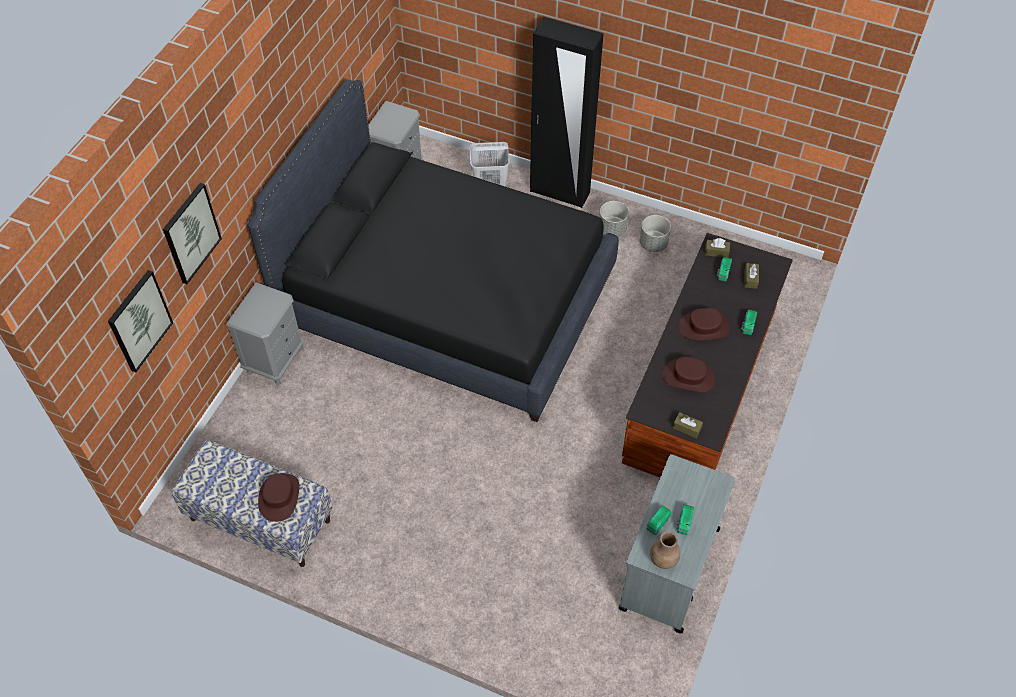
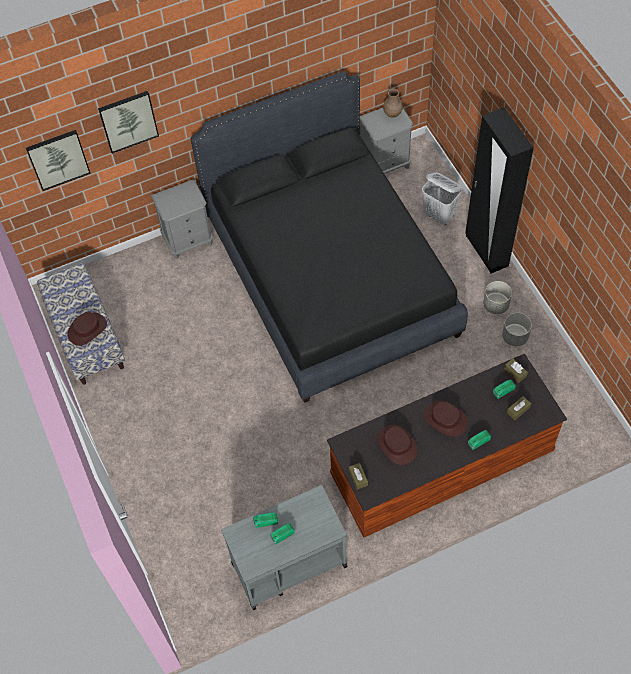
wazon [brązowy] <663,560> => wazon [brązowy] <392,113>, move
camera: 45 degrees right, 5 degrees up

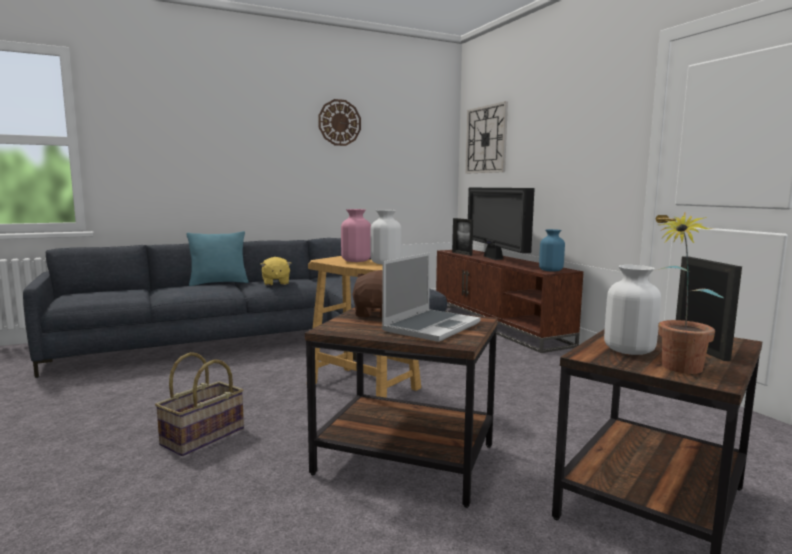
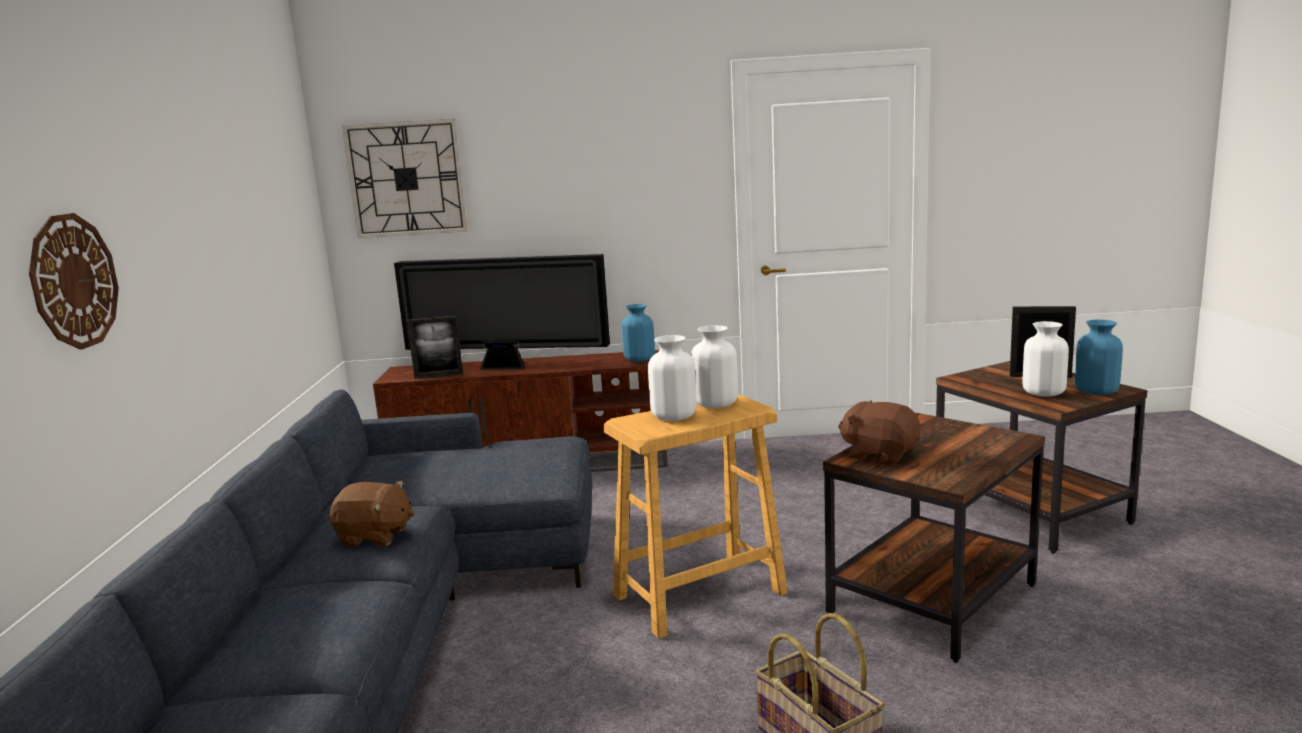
zegar ścienny <339,122> => zegar ścienny <74,281>, move
wazon [różowy] <356,261> => wazon [biały] <674,416>
roślina doniczkowa <677,370> => wazon [niebieski] <1096,392>
poduszka [turkusowy] <219,283> => nothing
laptop <431,326> => nothing
pluszak [żółty] <275,283> => pluszak [brązowy] <375,536>
camera: 65 degrees left, 5 degrees up

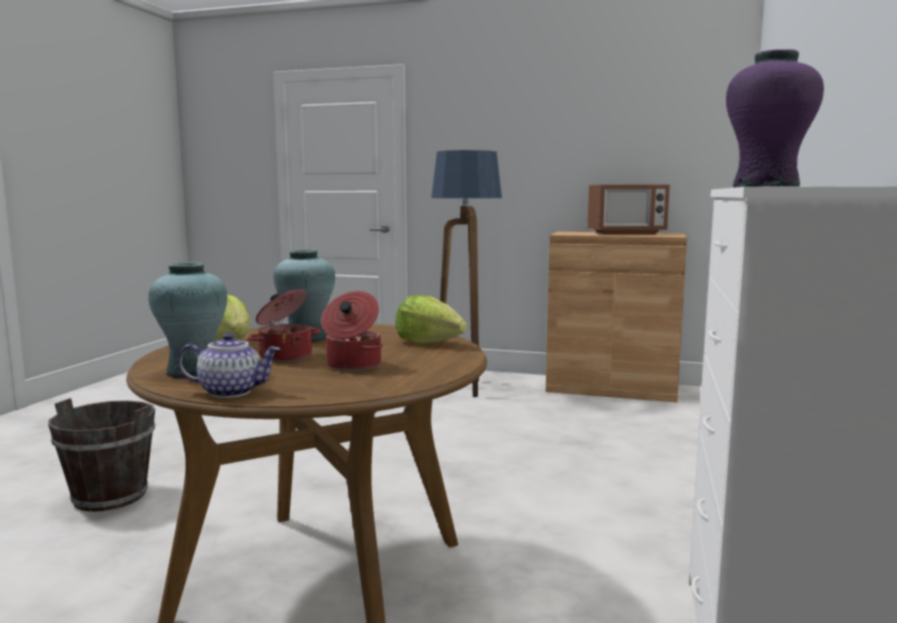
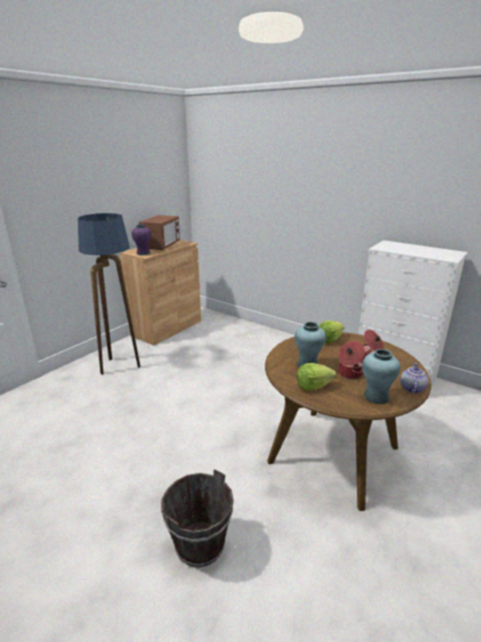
wazon [fioletowy] <765,187> => wazon [fioletowy] <143,253>, move
camera: 70 degrees left, 15 degrees up

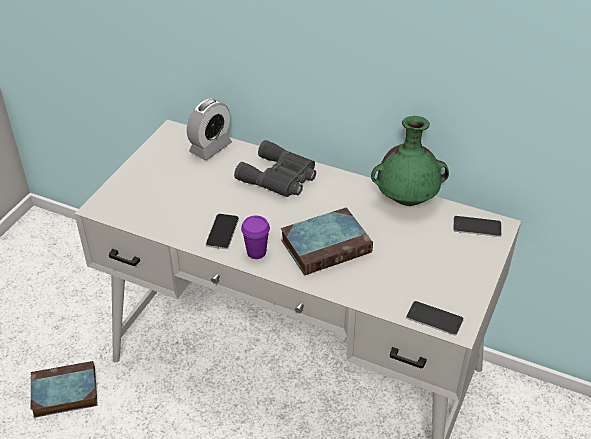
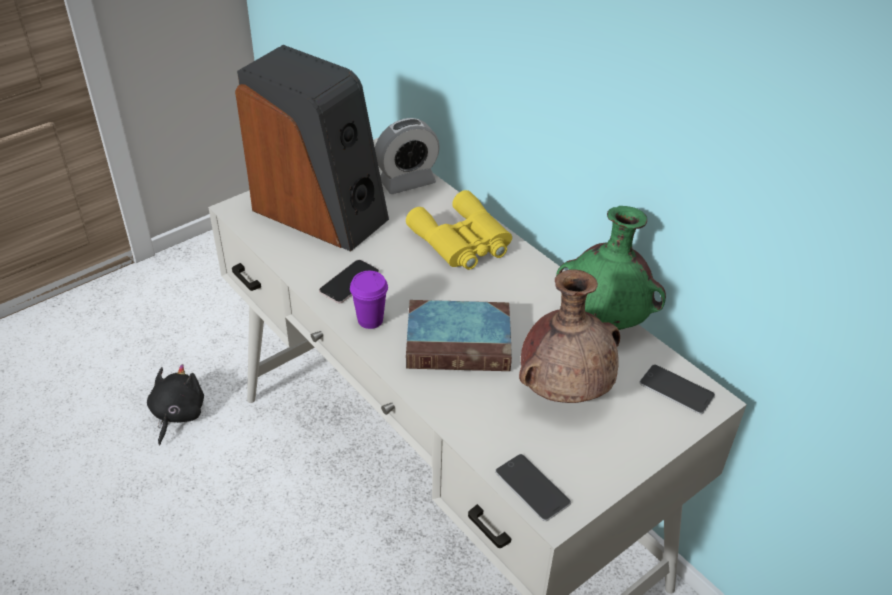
lornetka [szary] <279,177> => lornetka [żółty] <462,241>
książka <63,393> => pluszak [czarny] <177,414>
nothing => głośnik <321,212>
nothing => wazon [brązowy] <565,390>
camera: 25 degrees right, 0 degrees up

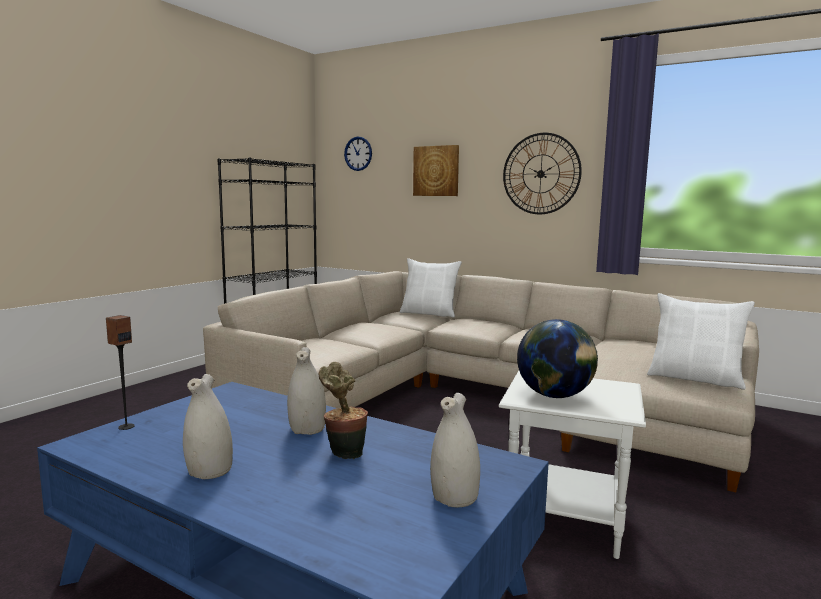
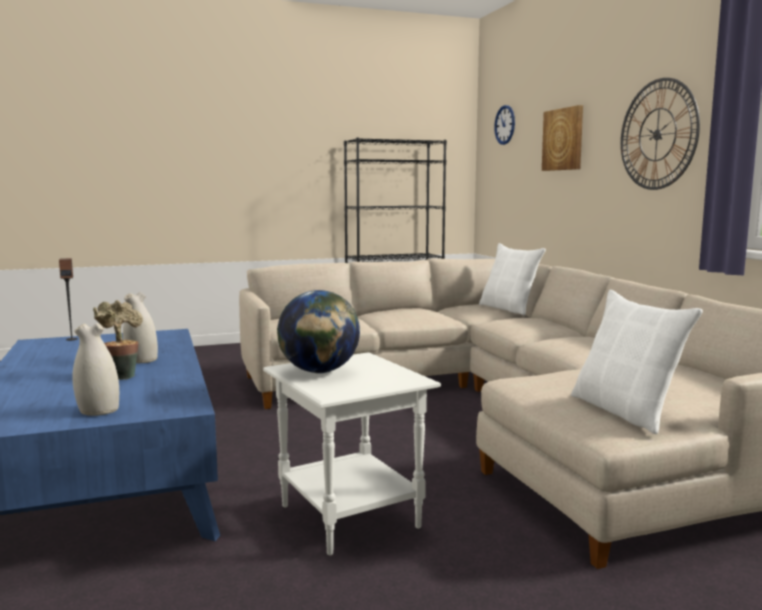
wazon [biały] <209,472> => nothing
camera: 40 degrees right, 0 degrees up

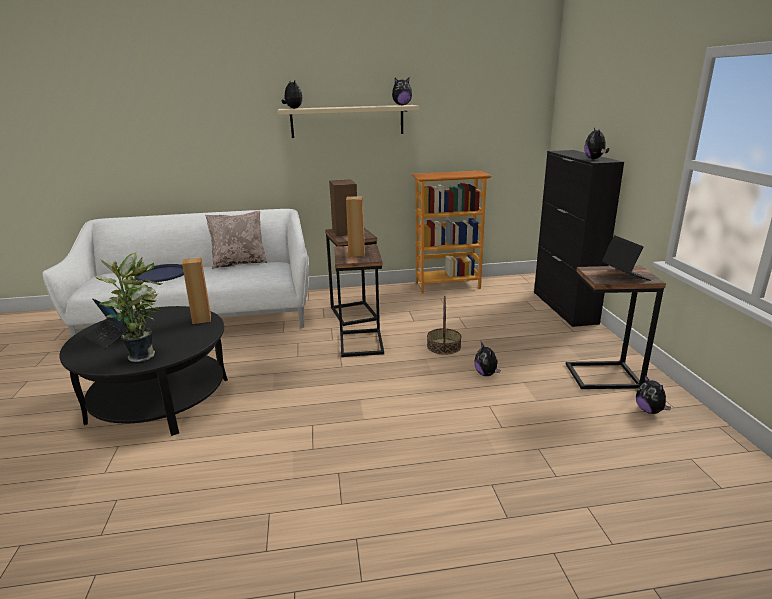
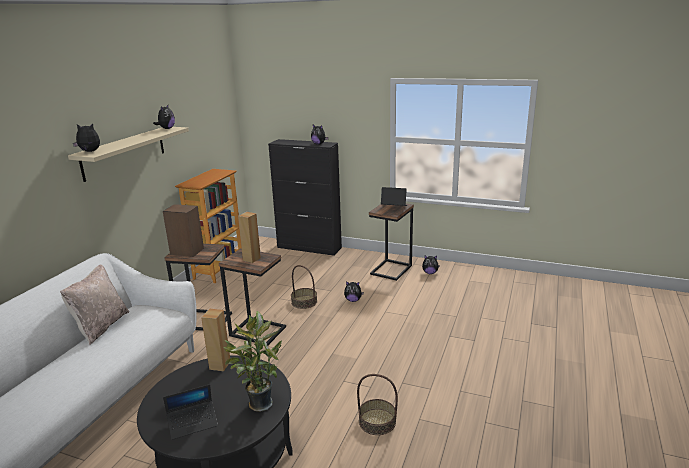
taca [niebieski] <162,274> => nothing
nothing => koszyk <377,422>
camera: 60 degrees left, 0 degrees up

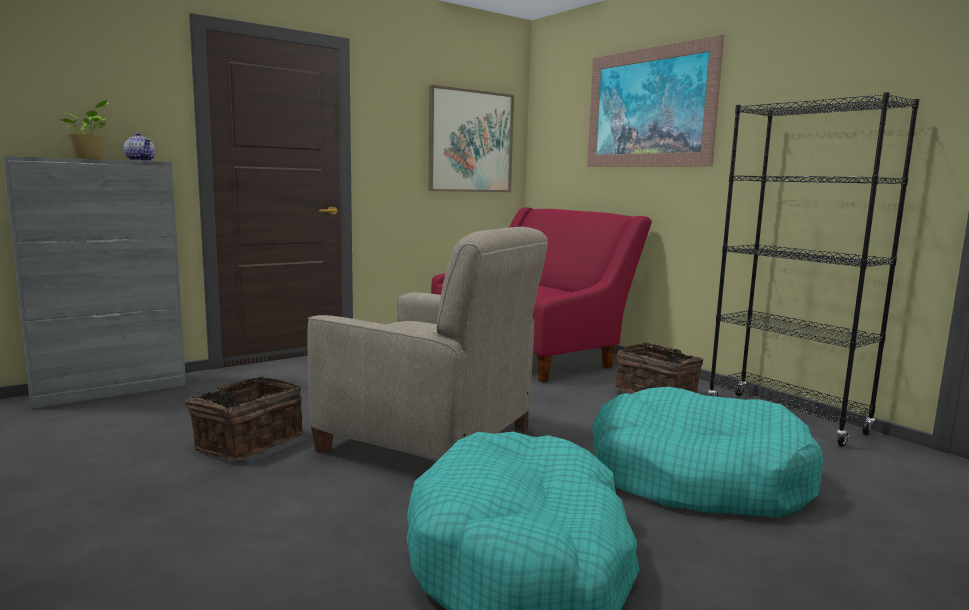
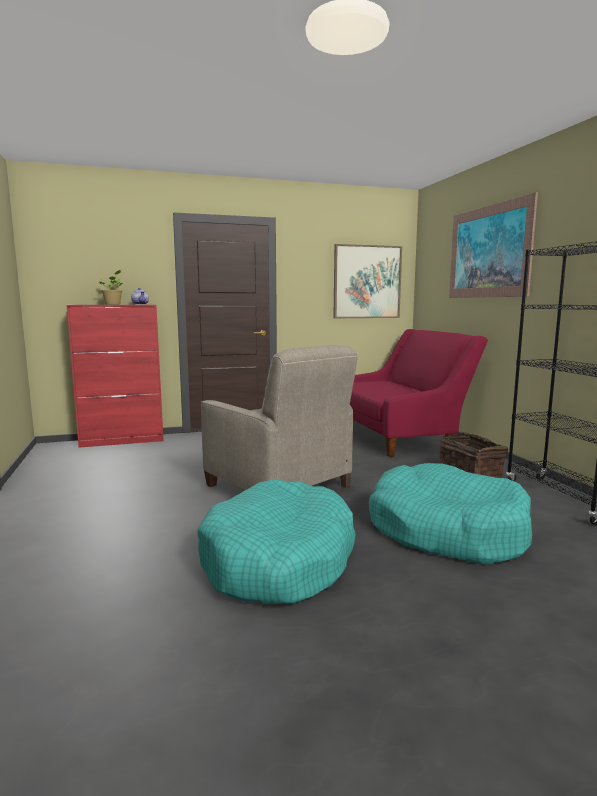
szafka [szary] <111,390> => szafka [czerwony] <123,441>
koszyk <247,442> => nothing
camera: 20 degrees right, 0 degrees up

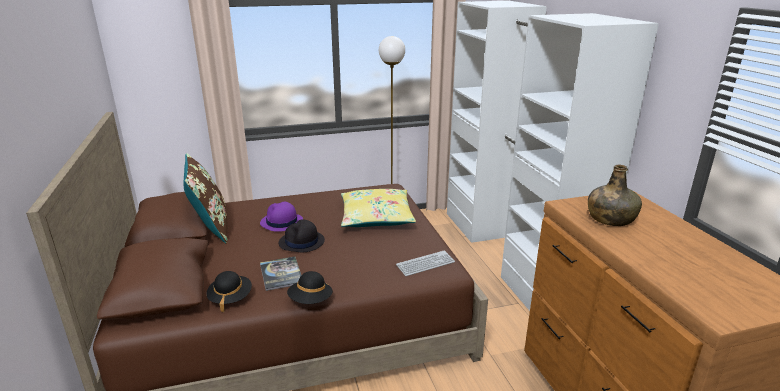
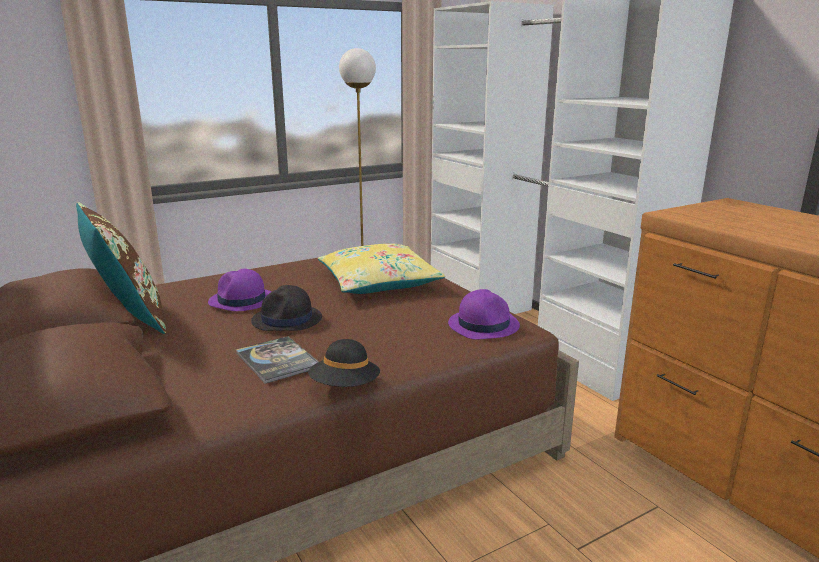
butelka [zielony] <610,219> => nothing
klawiatura <425,264> => kapelusz [fioletowy] <483,325>
kapelusz [czarny] <230,298> => nothing
camera: 15 degrees left, 5 degrees down

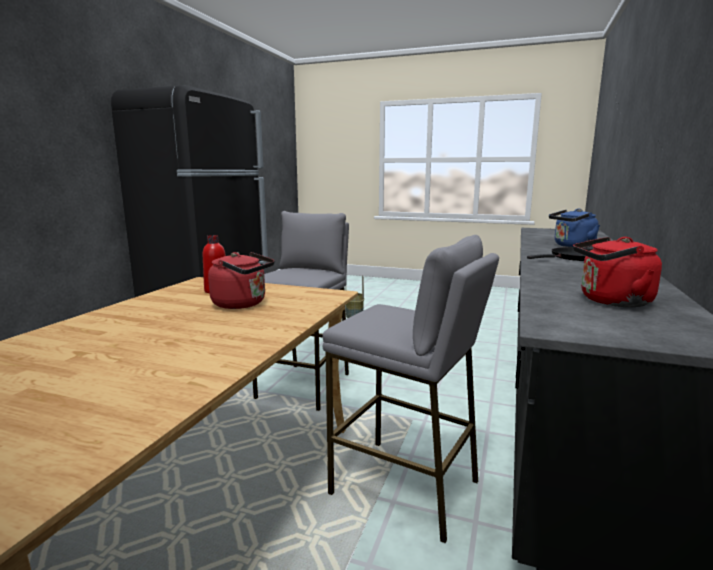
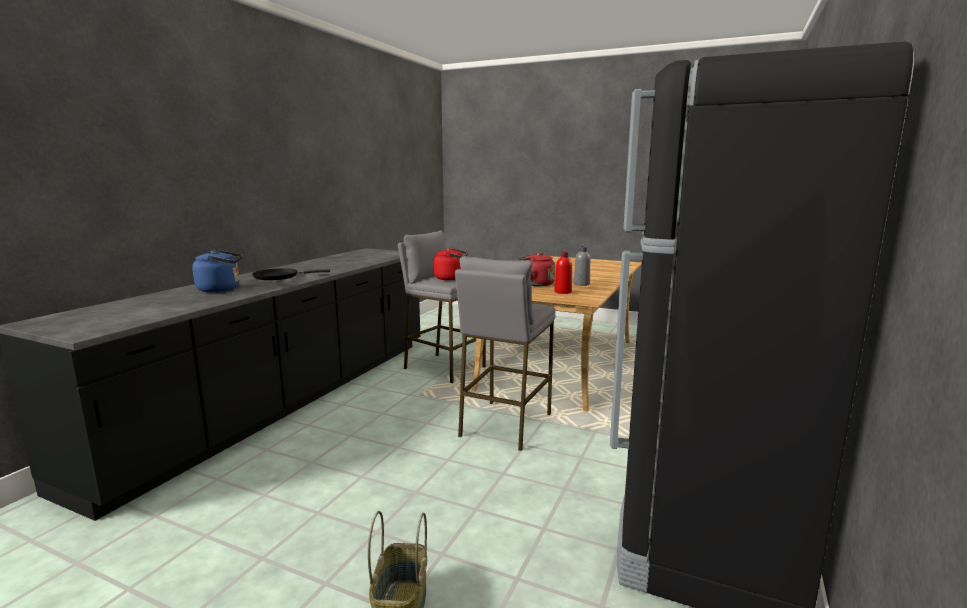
czajnik [czerwony] <611,301> => czajnik [czerwony] <451,278>, move
nothing => butelka [szary] <581,284>
camera: 175 degrees left, 0 degrees up

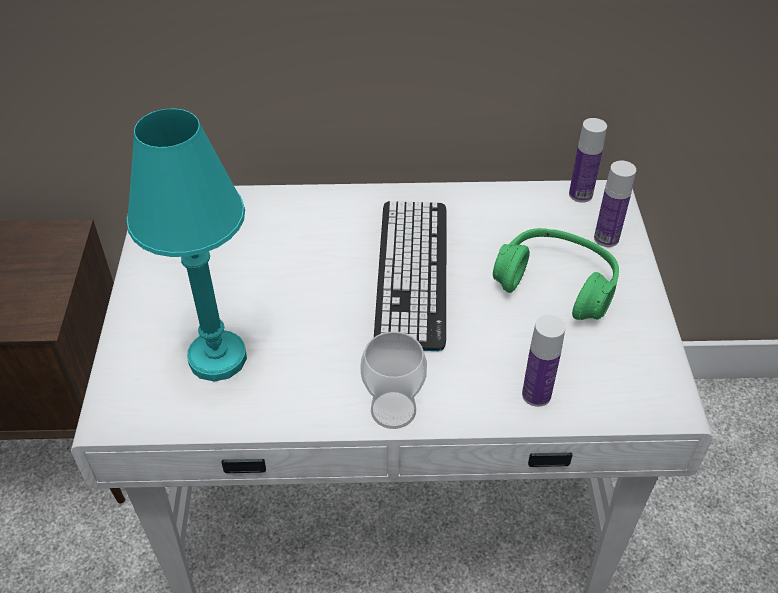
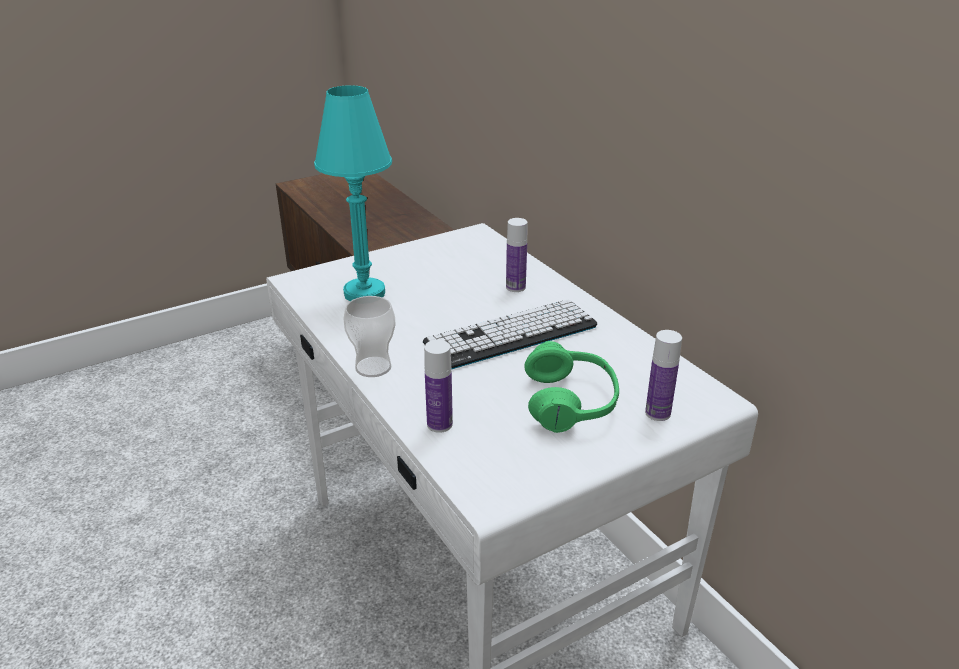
butelka <580,194> => butelka <515,287>, move
camera: 60 degrees right, 15 degrees down

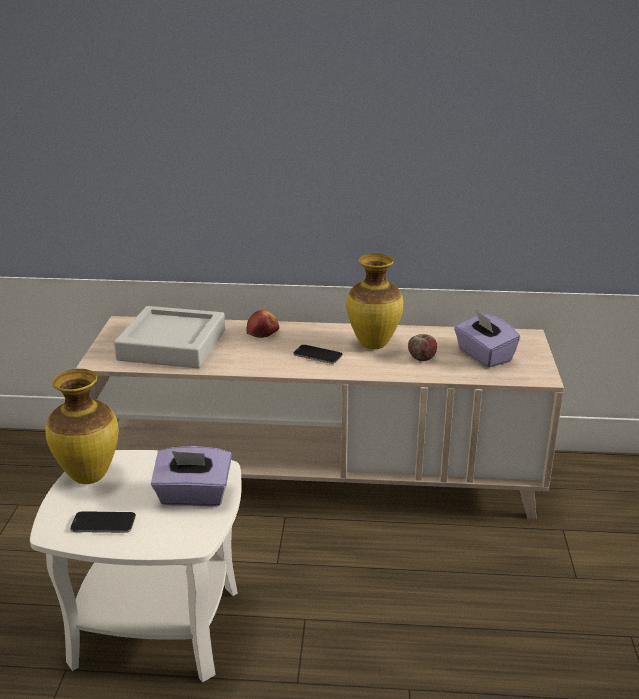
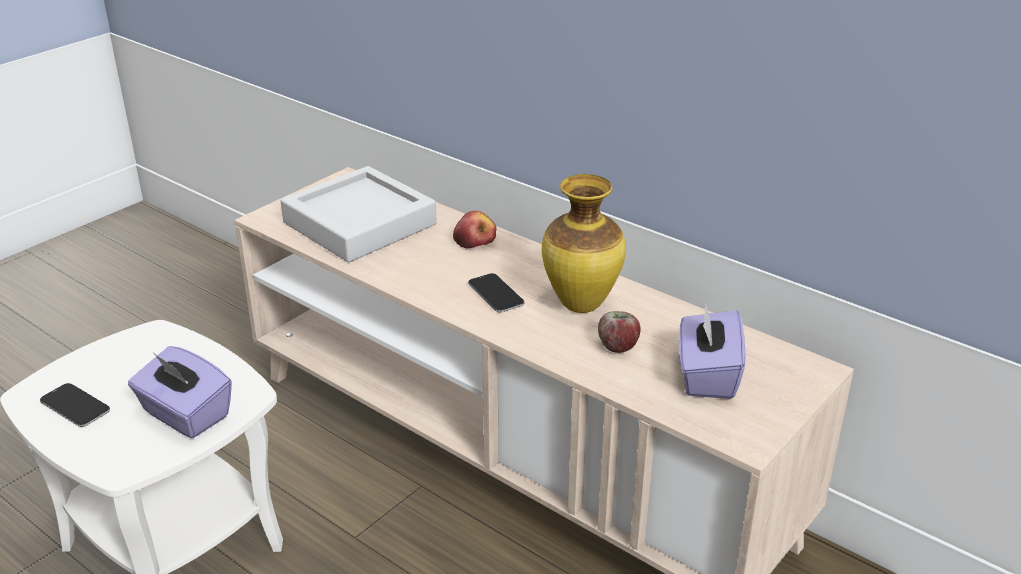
wazon <89,476> => nothing
camera: 35 degrees right, 5 degrees up

